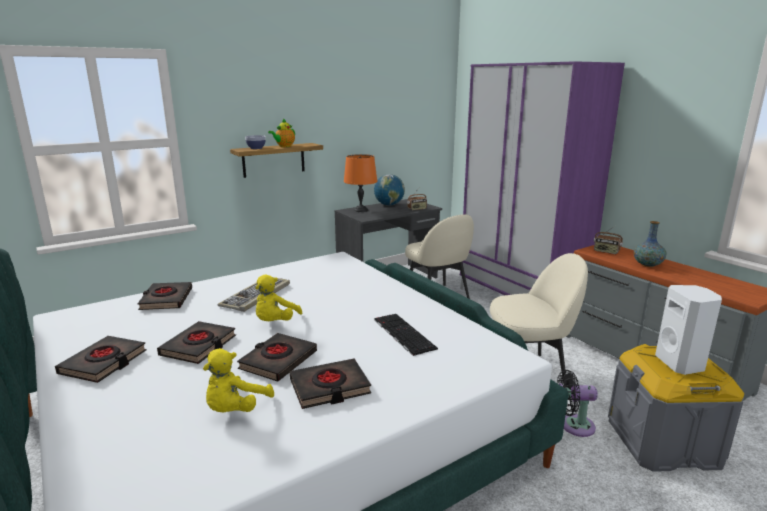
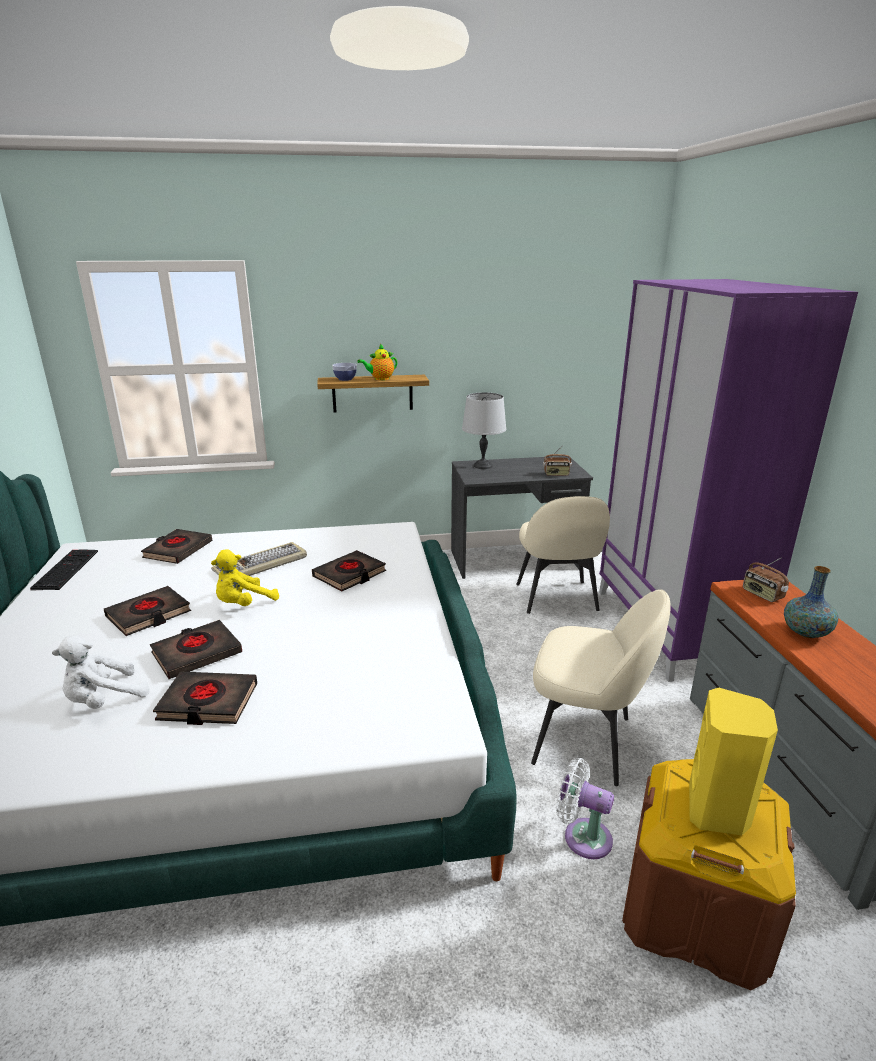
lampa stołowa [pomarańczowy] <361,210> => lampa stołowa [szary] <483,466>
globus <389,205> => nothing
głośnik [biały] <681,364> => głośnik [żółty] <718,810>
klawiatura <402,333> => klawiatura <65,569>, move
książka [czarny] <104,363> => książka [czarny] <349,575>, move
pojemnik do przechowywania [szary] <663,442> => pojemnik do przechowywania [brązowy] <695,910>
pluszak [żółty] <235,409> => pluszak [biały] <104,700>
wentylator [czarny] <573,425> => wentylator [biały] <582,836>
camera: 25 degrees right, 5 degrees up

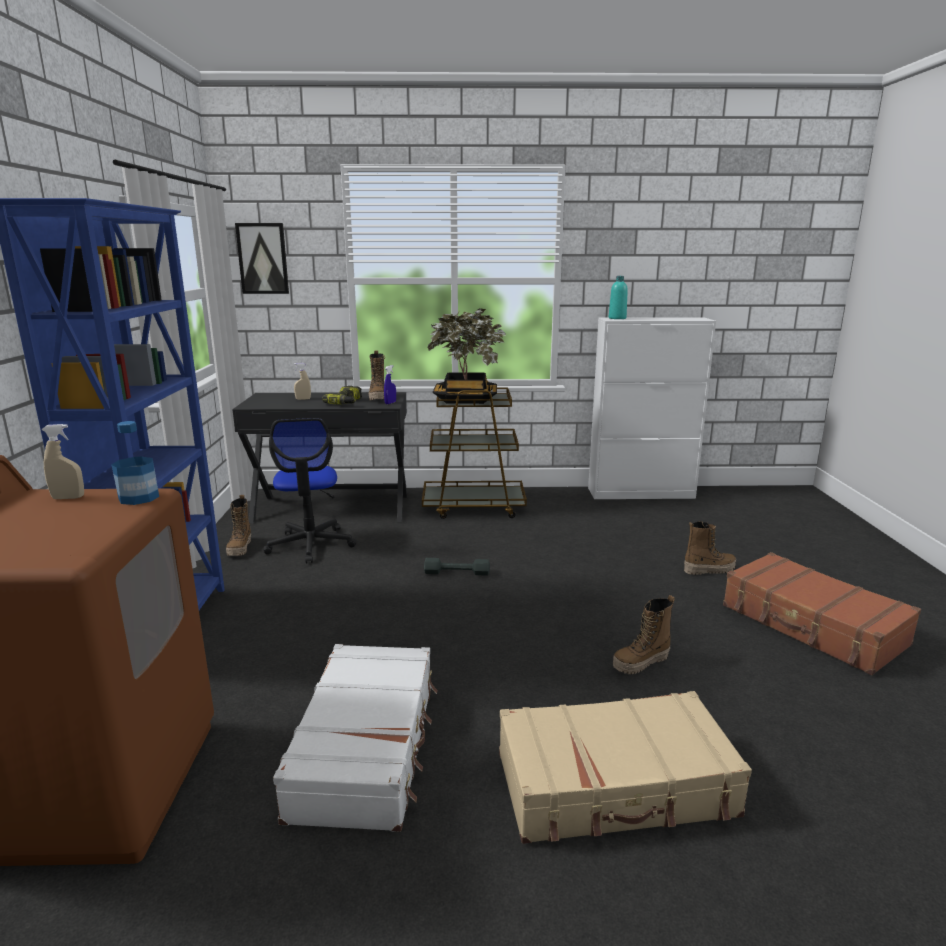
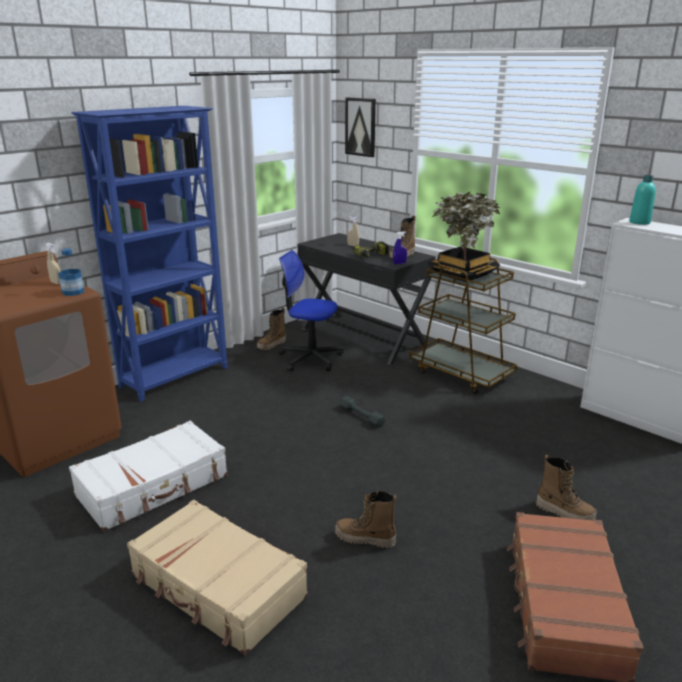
krzesło biurowe <311,545> => krzesło biurowe <310,358>, 75 degrees clockwise
camera: 45 degrees right, 5 degrees up

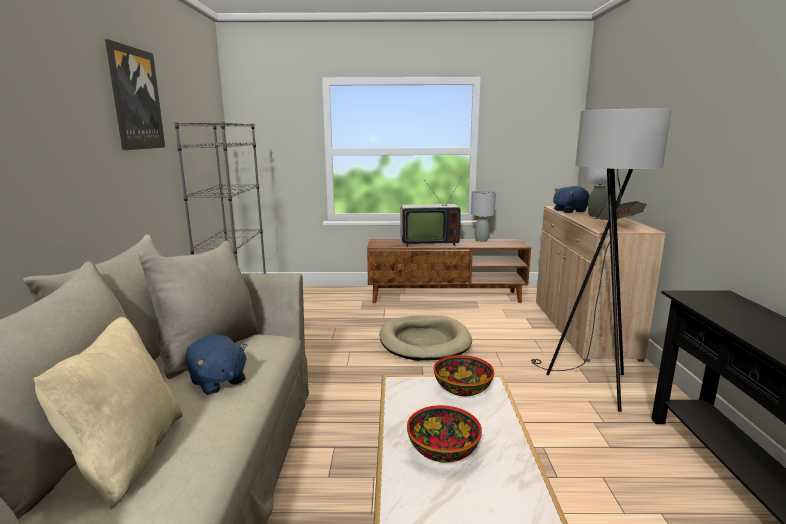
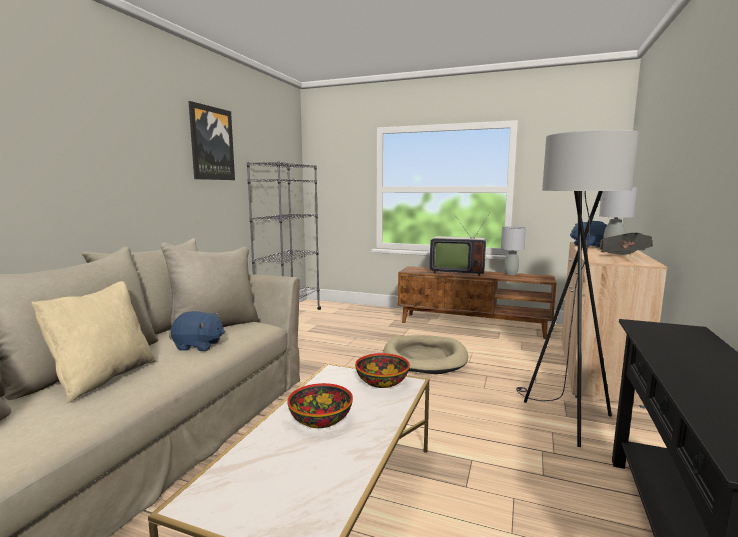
pluszak [niebieski] <217,381> => pluszak [niebieski] <199,346>, 60 degrees counterclockwise
camera: 20 degrees right, 5 degrees down

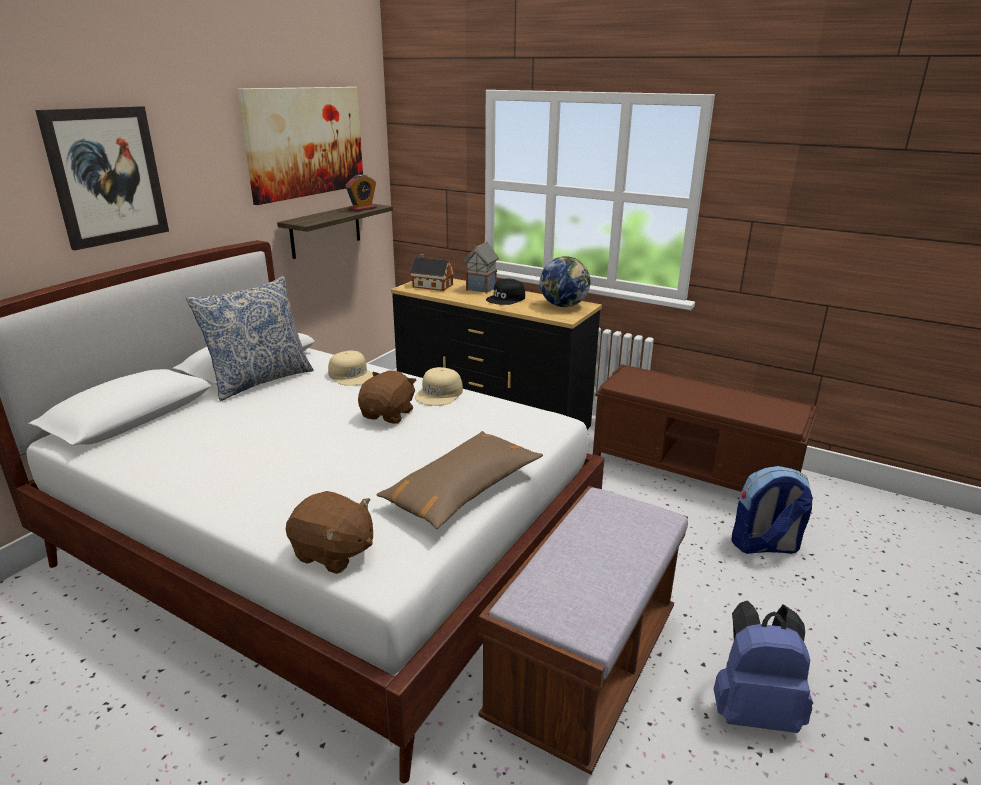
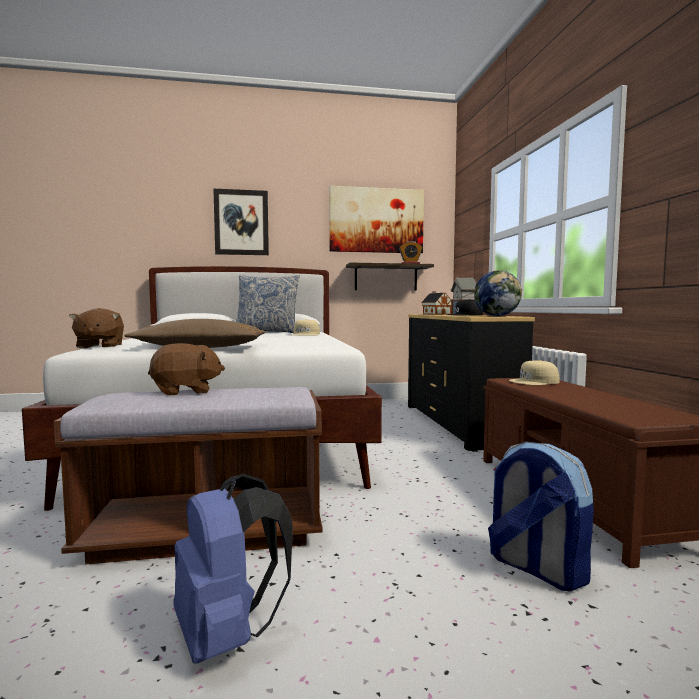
czapka z daszkiem [beżowy] <440,394> => czapka z daszkiem [beżowy] <534,382>, move
pluszak [brązowy] <388,414> => pluszak [brązowy] <186,391>, move
camera: 50 degrees right, 20 degrees down

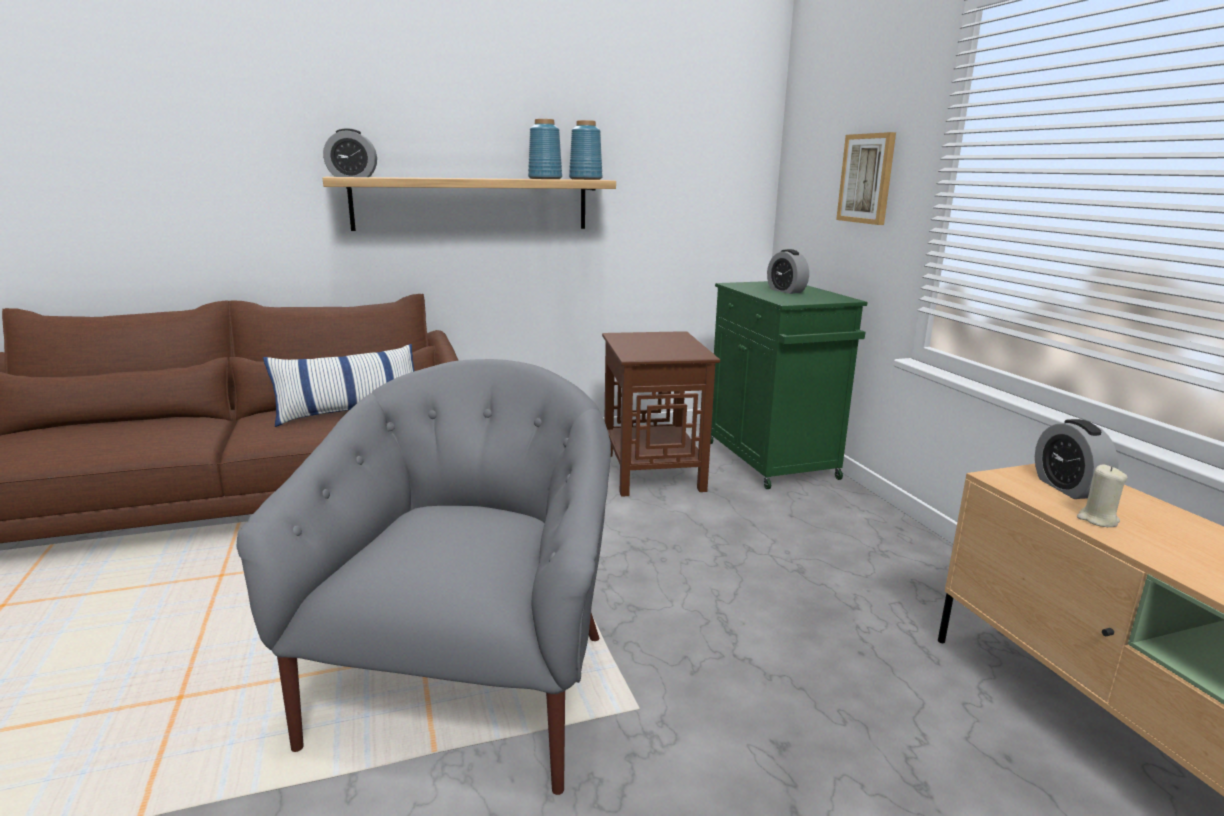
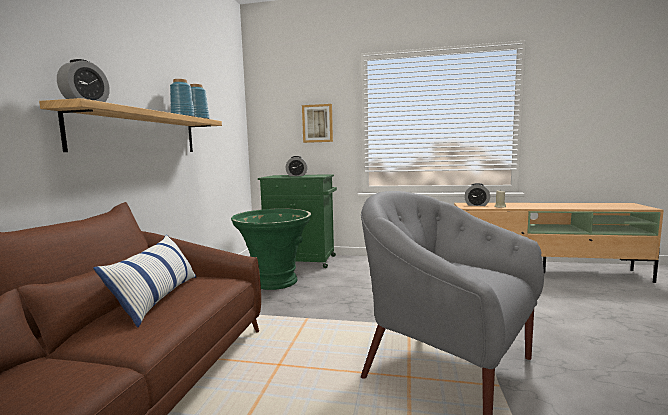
stolik [brązowy] <652,471> => donica [zielony] <274,282>
camera: 60 degrees left, 10 degrees down

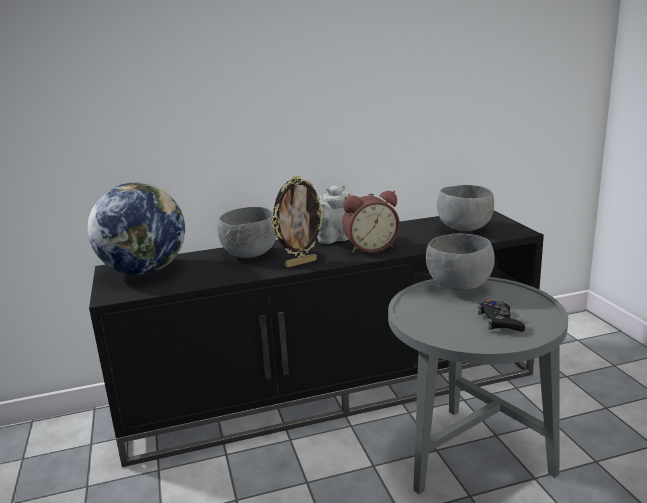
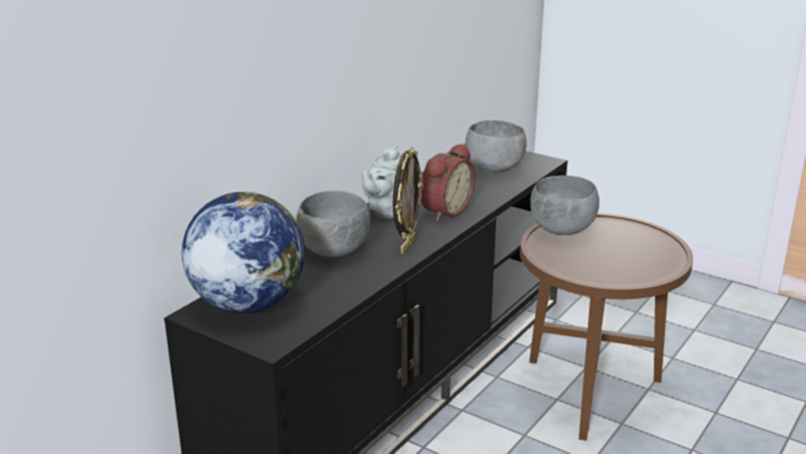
stolik [szary] <469,459> => stolik [brązowy] <590,395>
pad do gier [czarny] <499,322> => nothing
camera: 40 degrees left, 5 degrees up

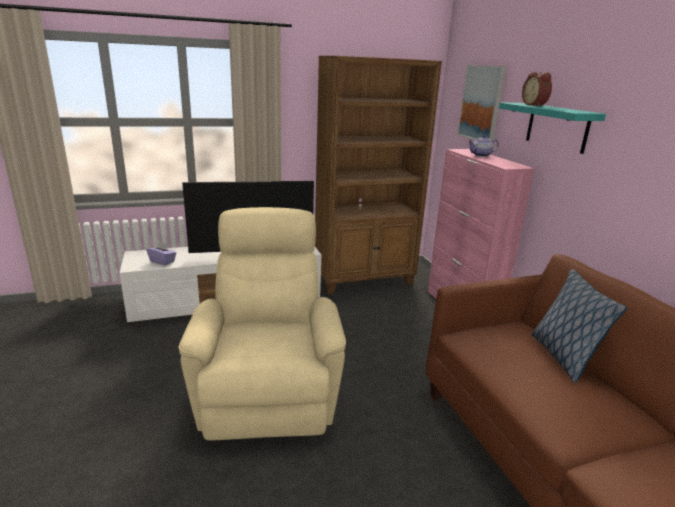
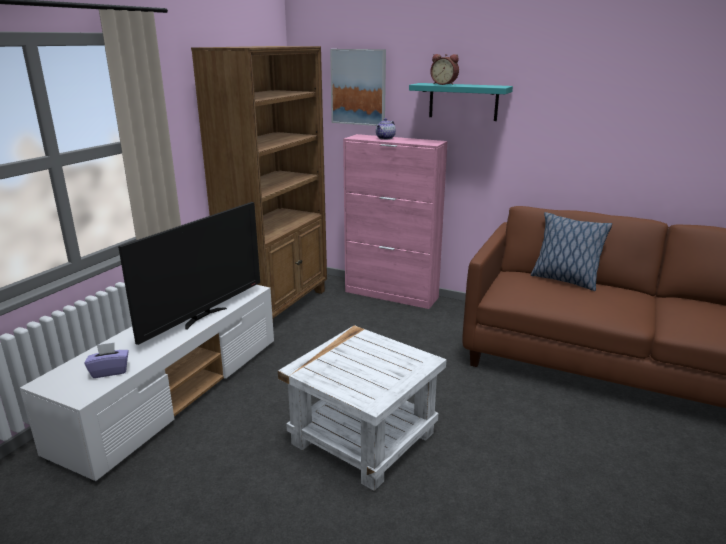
fotel [beżowy] <268,389> => stolik [biały] <363,437>
camera: 45 degrees left, 0 degrees up

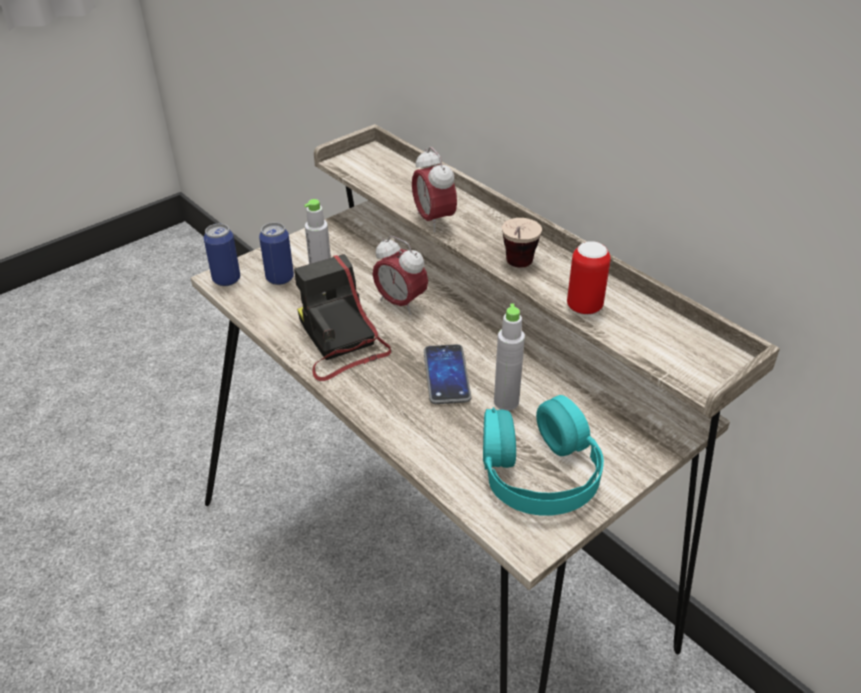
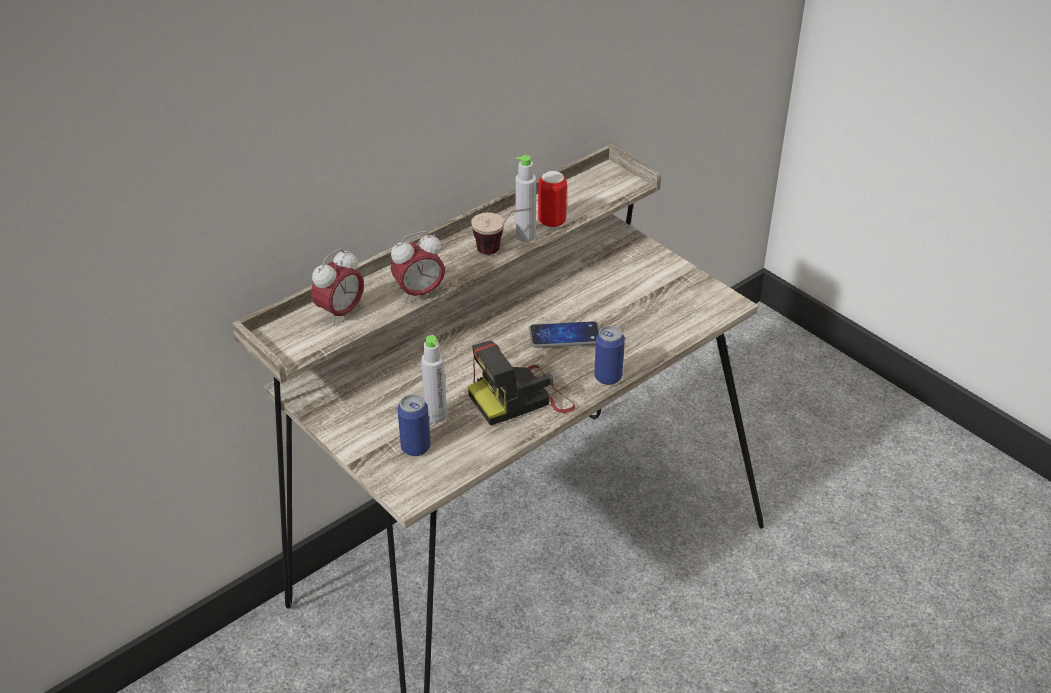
puszka <226,279> => puszka <608,377>, move
budzik <400,303> => budzik <340,313>, move
butelka [szary] <506,402> => butelka [szary] <525,236>, move
słuchawki [turkusowy] <538,471> => nothing
camera: 90 degrees left, 0 degrees up

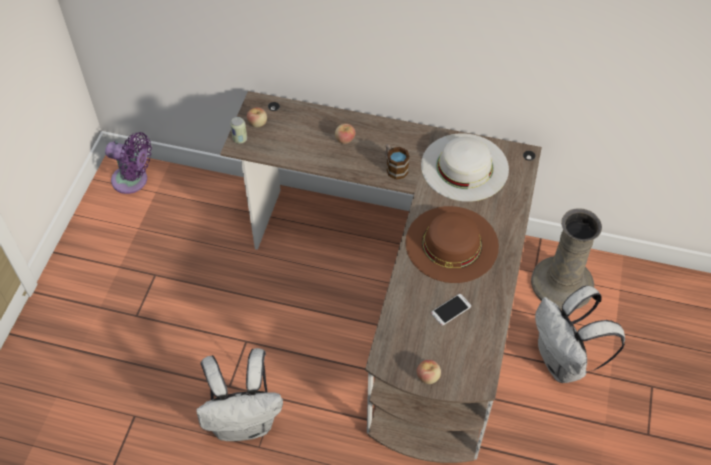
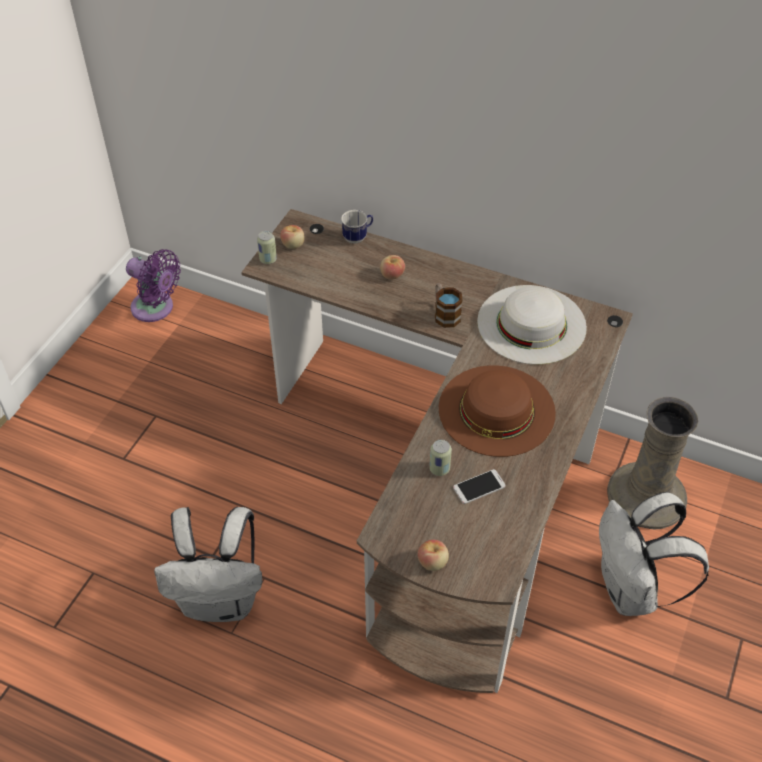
nothing => kubek <358,237>
nothing => puszka <439,469>
camera: 10 degrees right, 5 degrees down

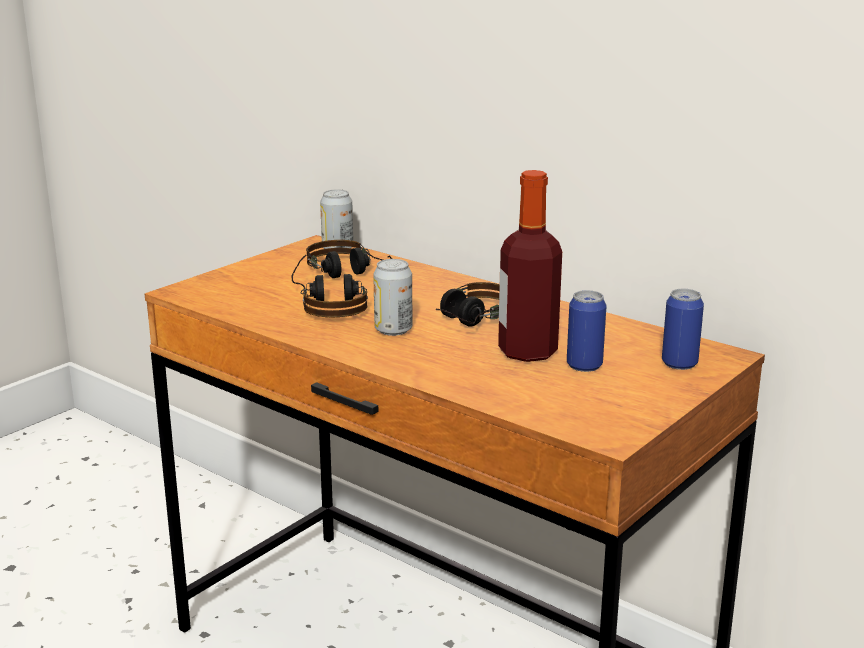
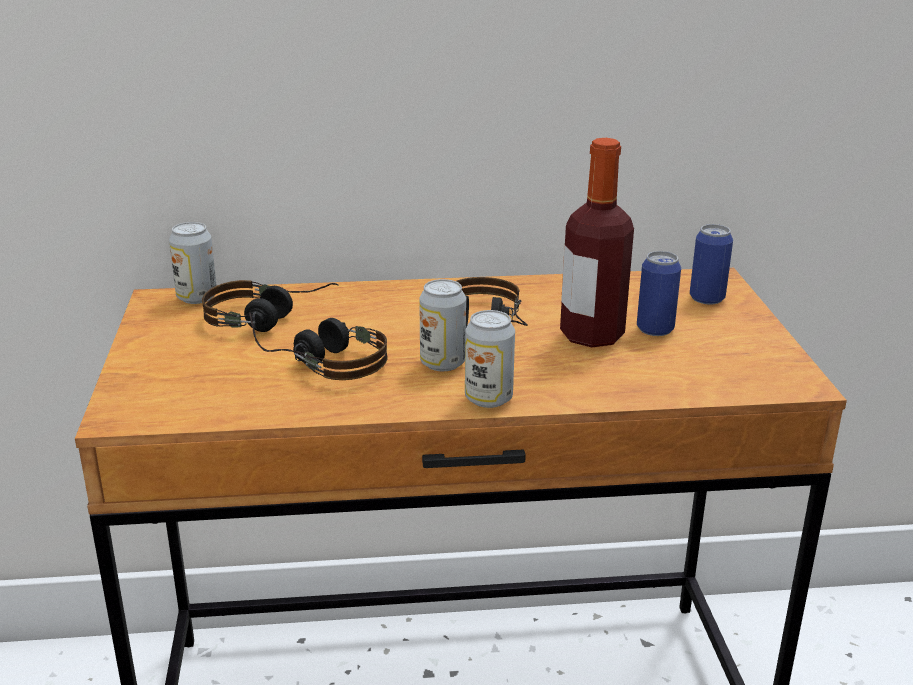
nothing => puszka <488,398>
camera: 45 degrees left, 5 degrees up

